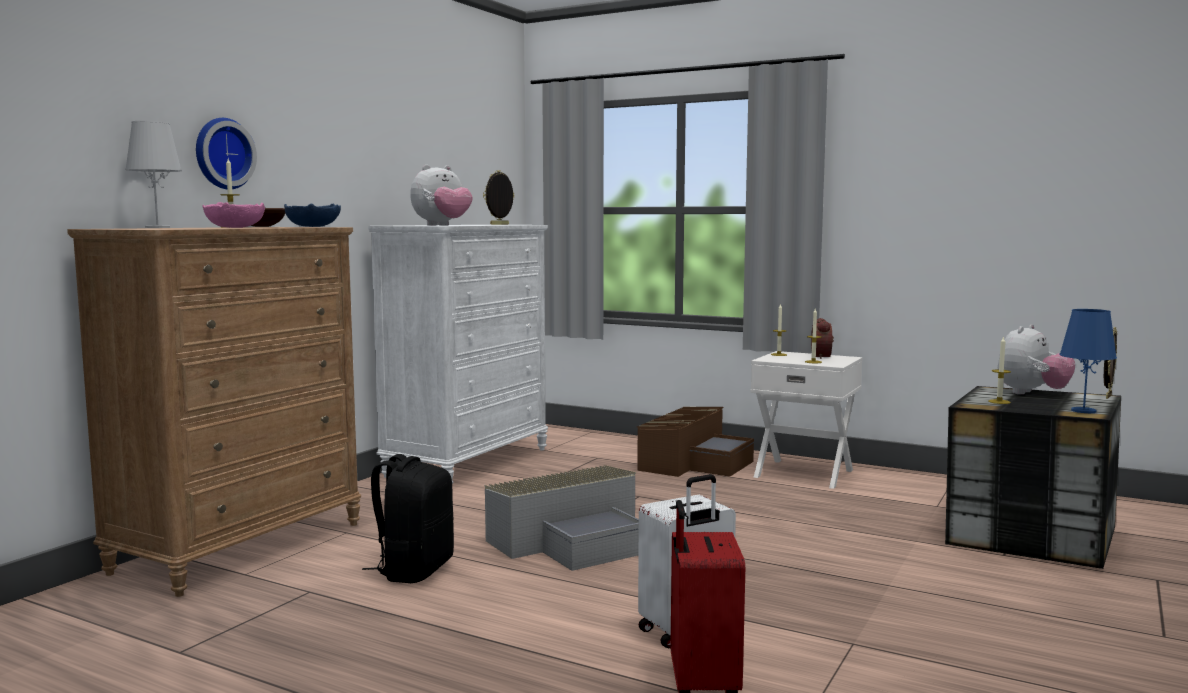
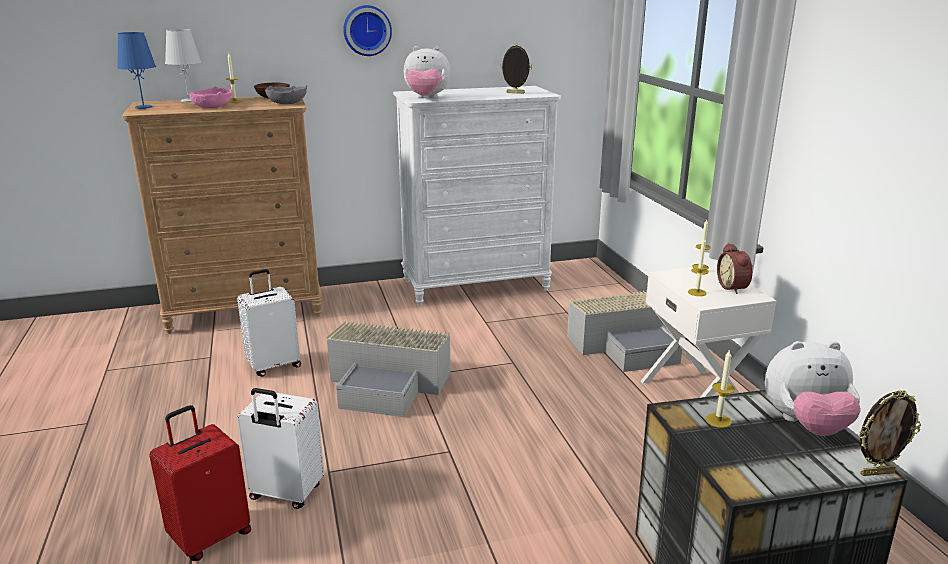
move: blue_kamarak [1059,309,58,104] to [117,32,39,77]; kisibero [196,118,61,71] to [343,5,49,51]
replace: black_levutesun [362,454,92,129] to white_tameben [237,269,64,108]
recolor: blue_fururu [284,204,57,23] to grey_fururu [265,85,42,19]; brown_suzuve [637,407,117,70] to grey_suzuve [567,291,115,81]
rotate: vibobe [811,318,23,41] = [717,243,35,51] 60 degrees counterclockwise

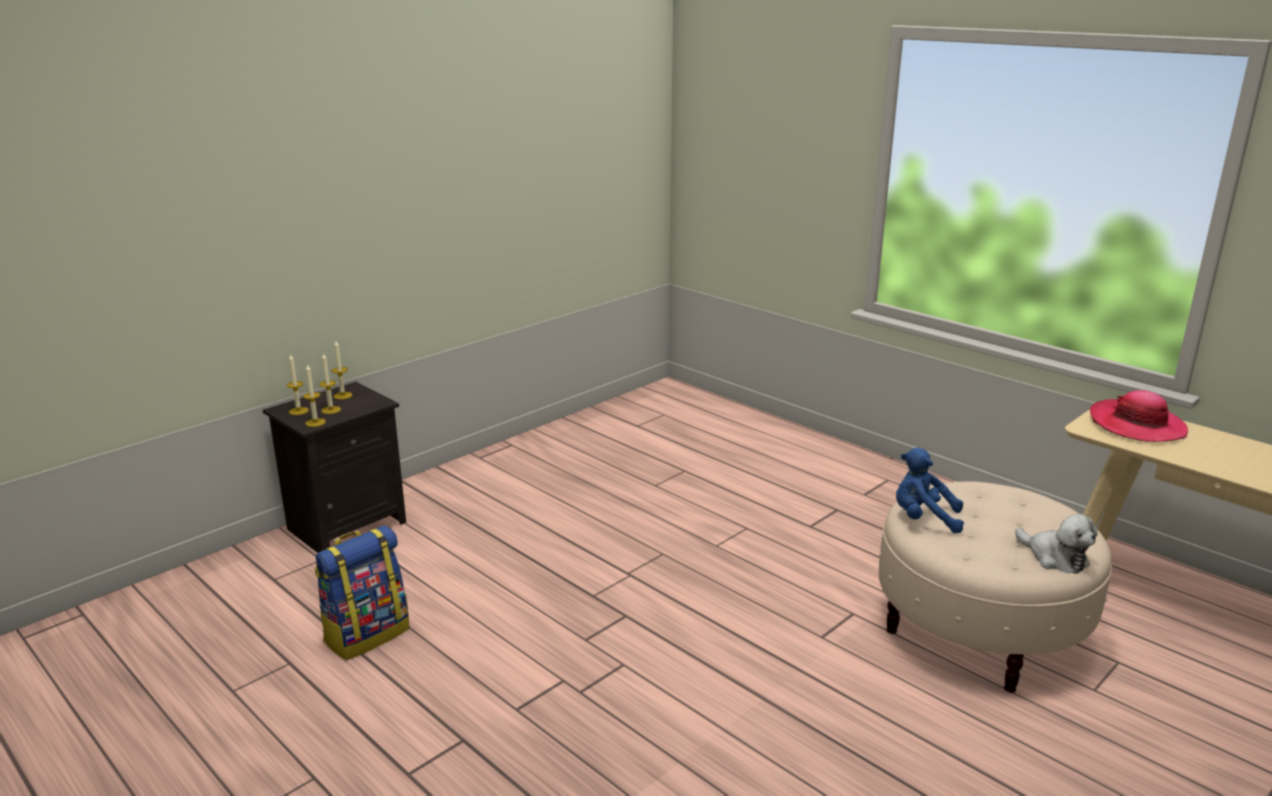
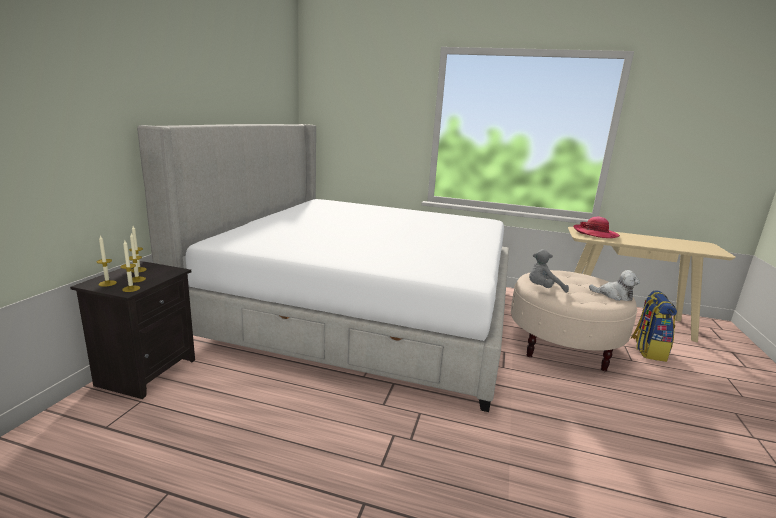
insert: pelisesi [137,124,372,288]
move: levutesun [314,525,95,135] to [631,290,46,72]
recolor: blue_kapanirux [896,448,68,85] to grey_kapanirux [529,249,40,44]

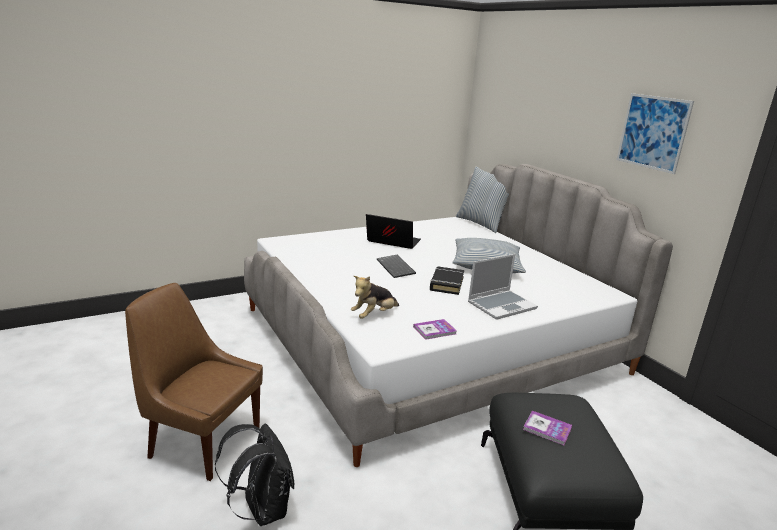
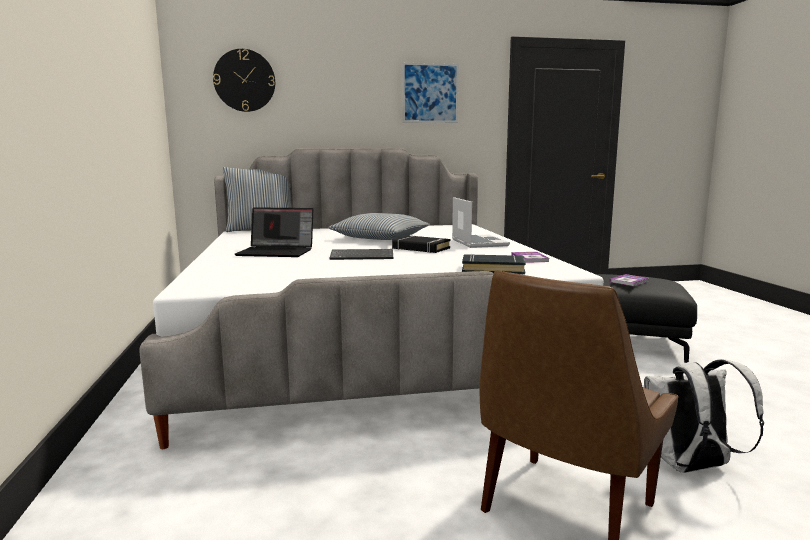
insert: kisibero [213,49,62,63]
replace: kapanirux [351,276,48,43] to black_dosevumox [462,254,64,20]
recolor: black_levutesun [215,423,79,103] to white_levutesun [644,359,120,114]
rotate: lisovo [366,214,55,35] = [235,207,78,50] 120 degrees counterclockwise

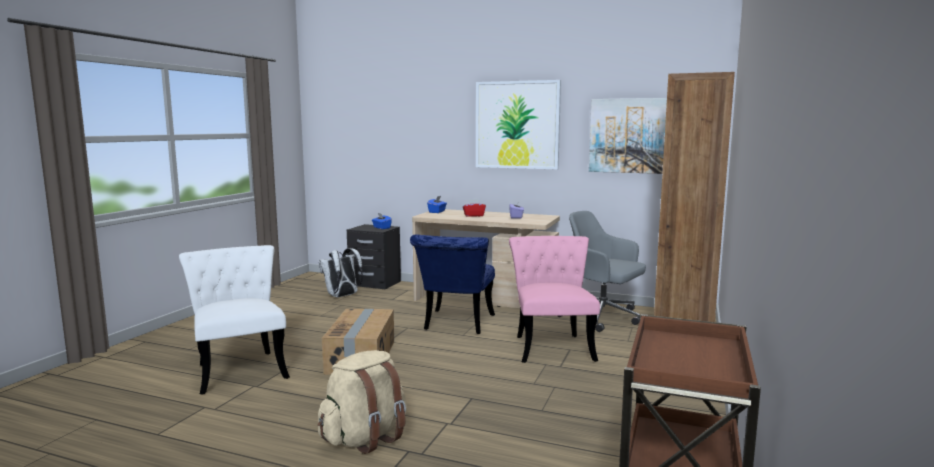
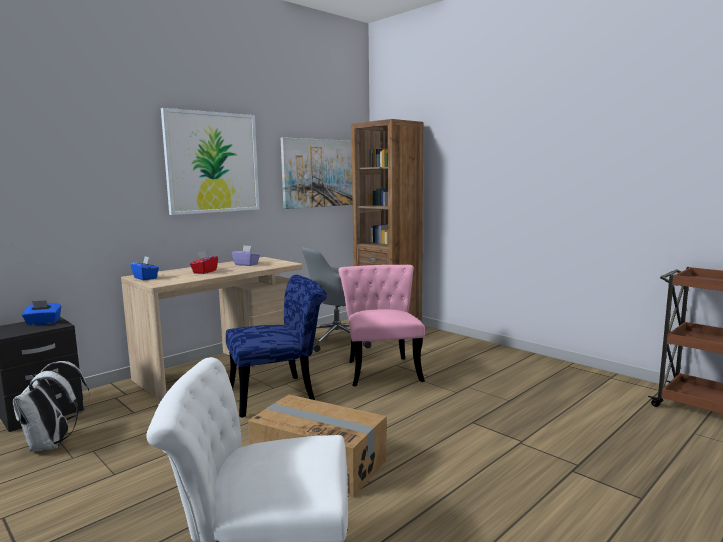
delete: beige_levutesun [318,350,89,104]
rotate: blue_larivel [410,235,85,99] = [226,275,101,143] 60 degrees counterclockwise; pink_larivel [509,236,91,127] = [338,265,87,122] 60 degrees clockwise

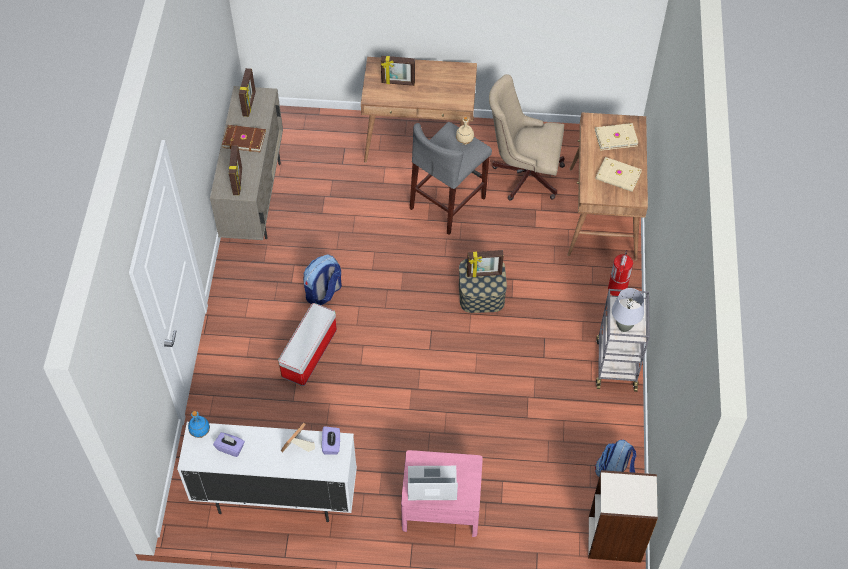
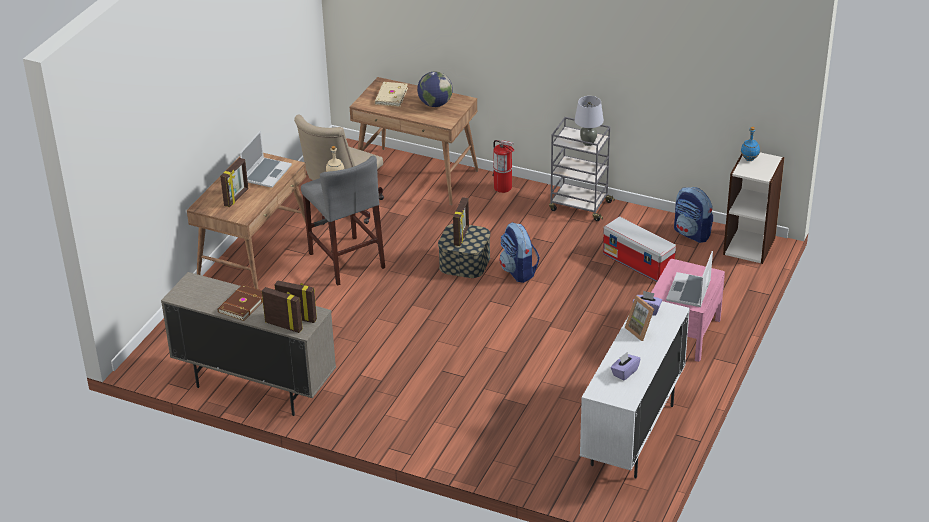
insert: lisovo [240,130,52,58]
move: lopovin [239,68,17,49] to [262,287,41,46]; levutesun [303,255,39,50] to [500,222,40,61]; suzuve [278,303,59,83] to [603,216,73,66]; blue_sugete [188,411,22,27] to [741,127,19,34]
replace: beige_dosevumox [595,157,47,35] to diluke [417,72,36,35]

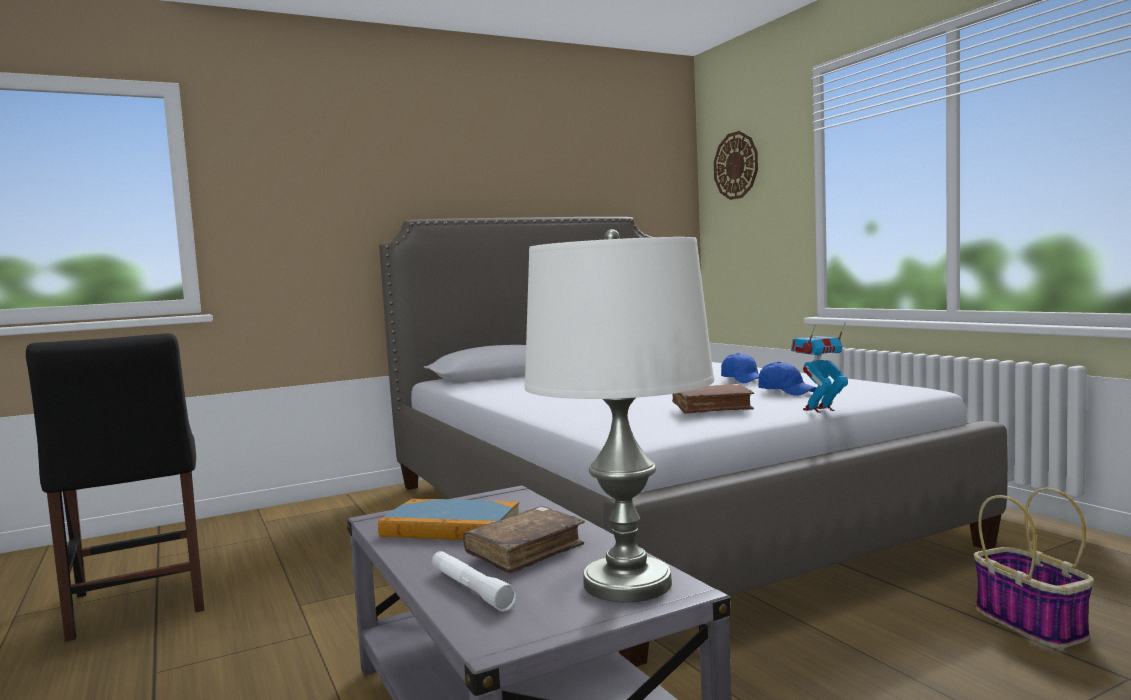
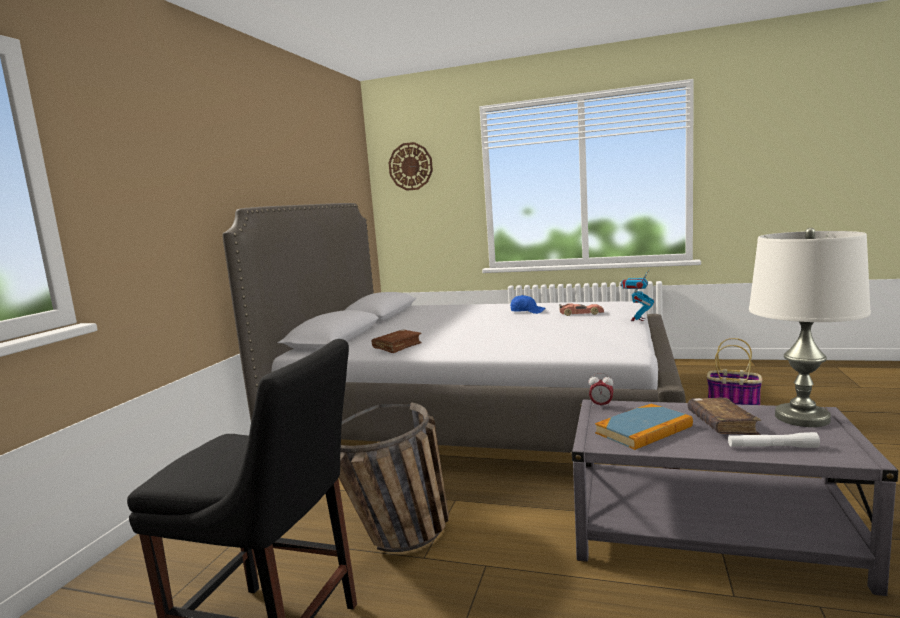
insert: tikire [339,402,110,150]; vibobe [588,373,25,35]
move: brown_dosevumox [672,384,82,30] to [372,330,50,23]
replace: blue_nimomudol [758,361,59,35] to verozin [559,303,45,13]

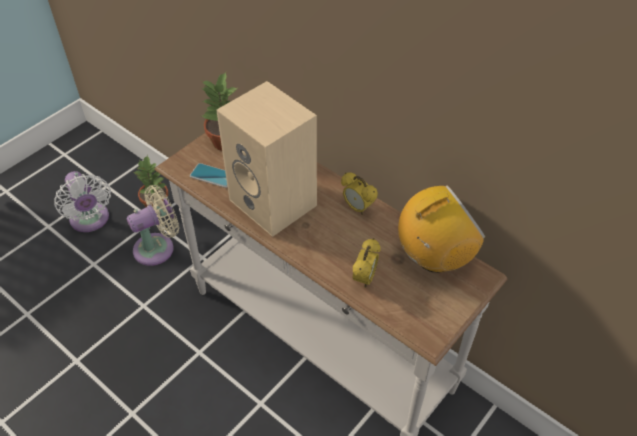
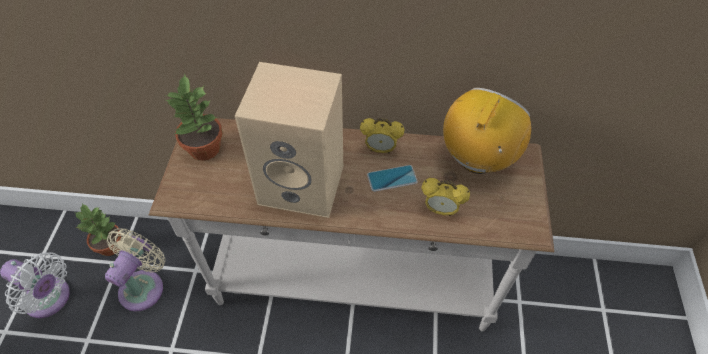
move: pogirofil [190,163,37,25] to [367,165,51,27]
rotate: vibobe [352,238,29,50] = [422,178,48,38] 120 degrees clockwise

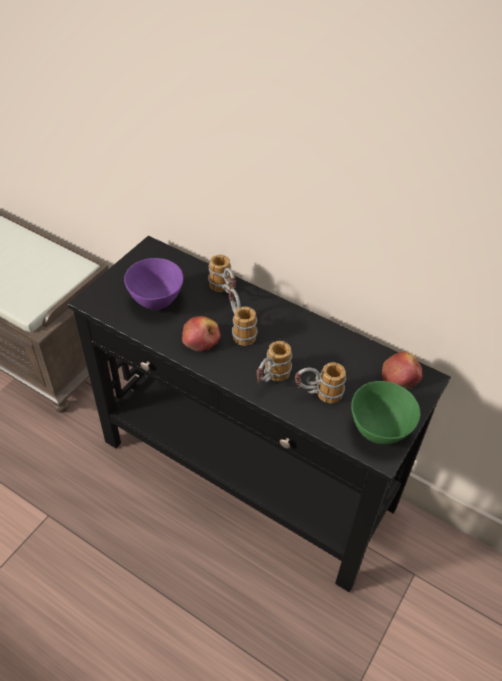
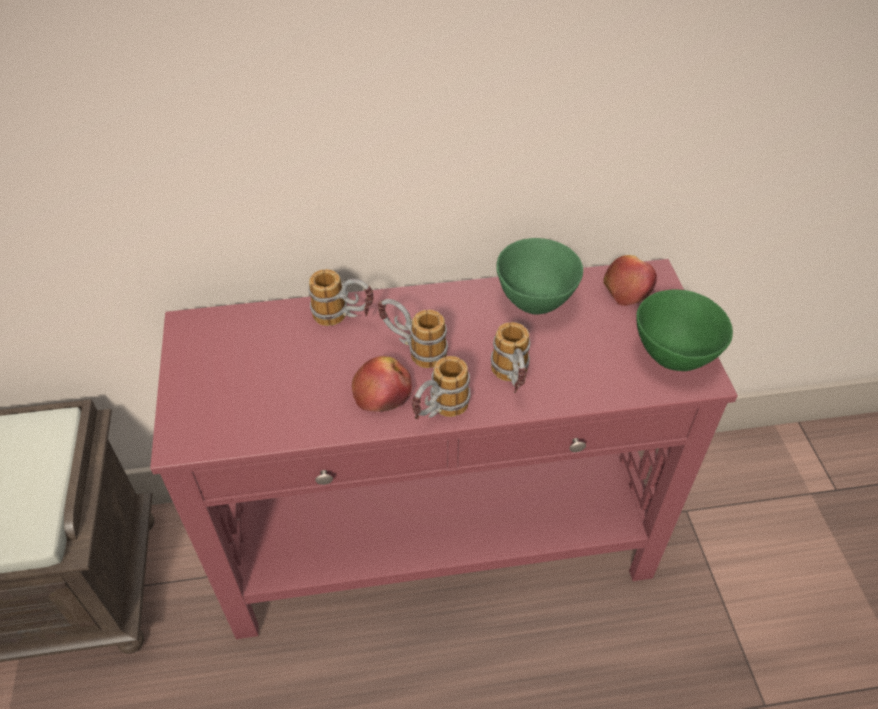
delete: purple_fururu [124,258,59,52]
insert: green_fururu [496,238,87,77]
move: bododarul [295,362,51,42] to [412,356,59,63]
recolor: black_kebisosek [68,236,383,356] to red_kebisosek [150,259,588,380]

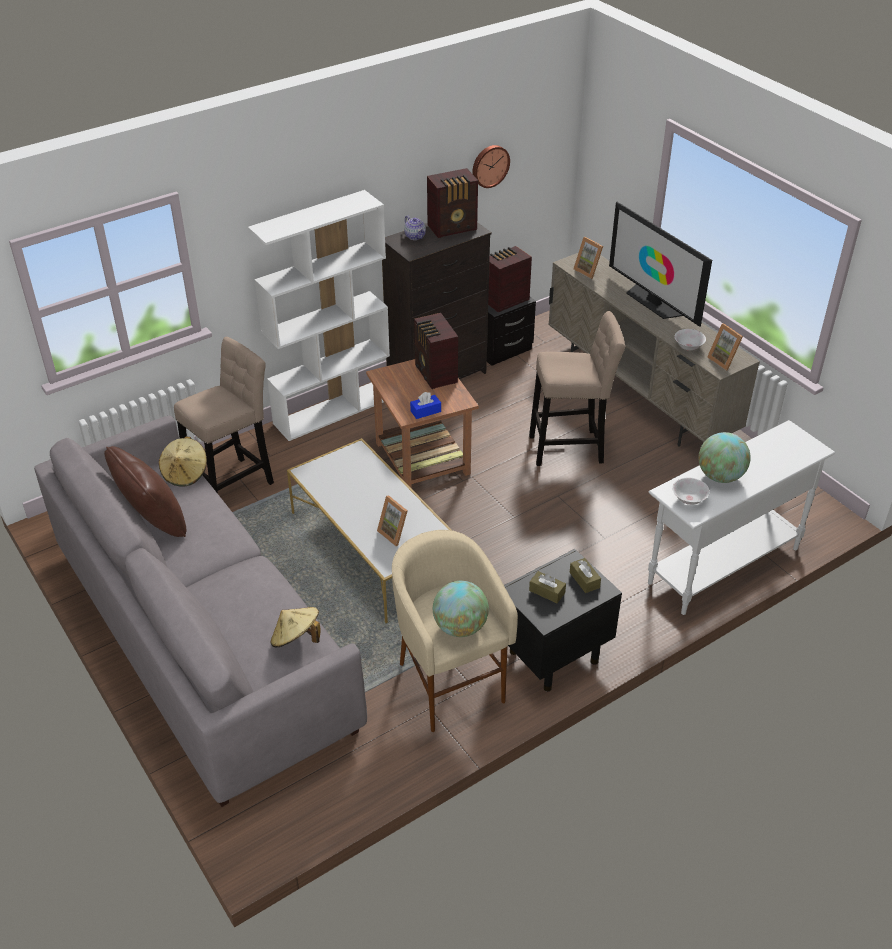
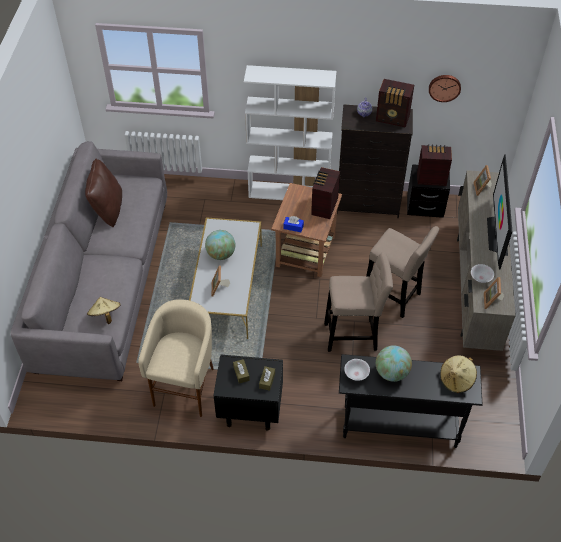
move: diluke [433,581,56,56] to [205,230,30,30]; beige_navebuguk [174,337,100,157] to [324,252,69,100]; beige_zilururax [159,437,48,50] to [440,355,37,38]
recolor: white_kebisosek [648,420,187,195] to black_kebisosek [339,354,143,94]

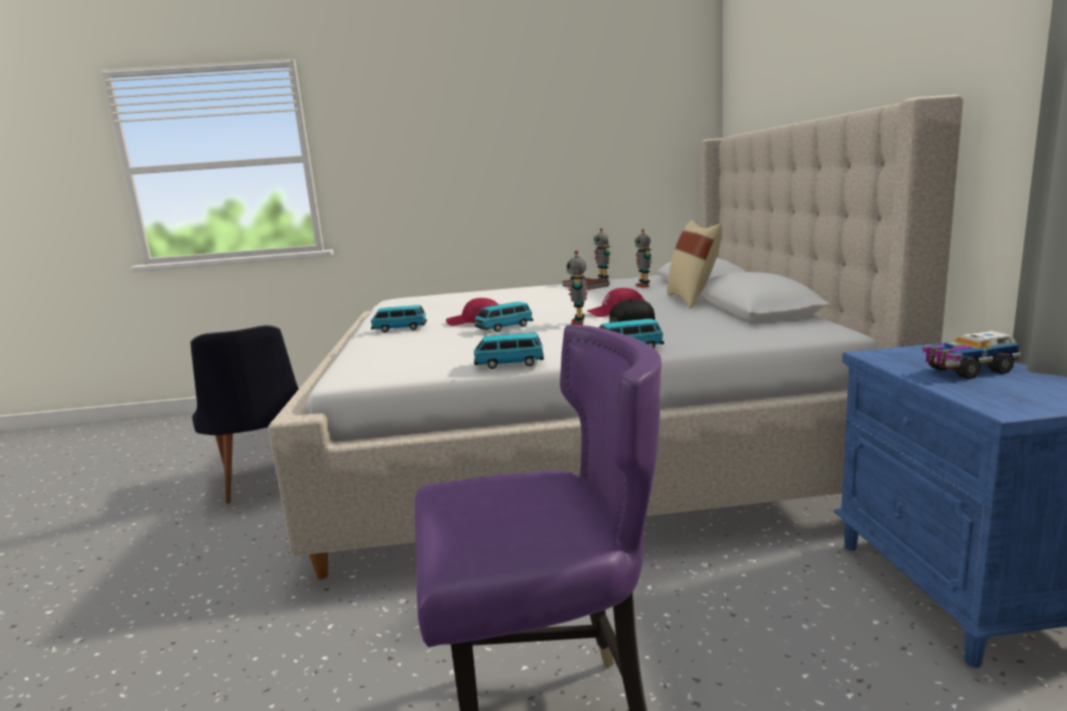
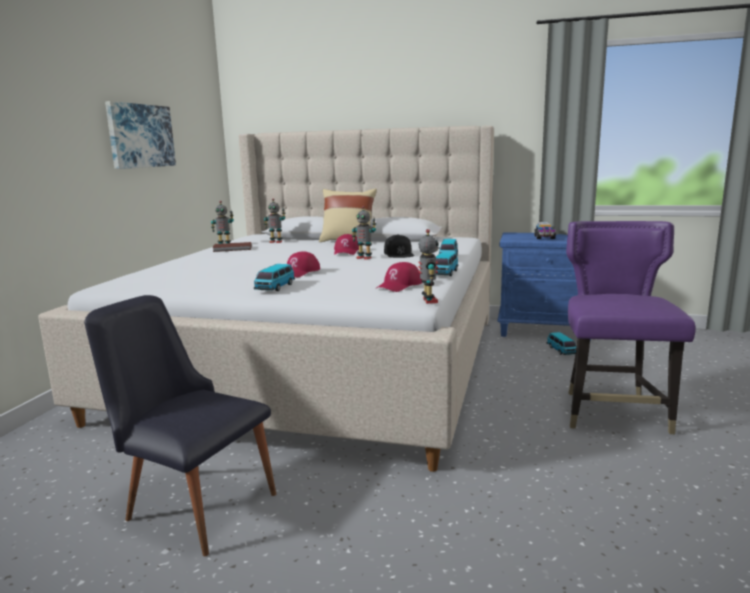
insert: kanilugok [105,101,71,68]; red_nimomudol [377,262,46,30]; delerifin [418,229,21,75]
move: verozin [475,302,58,30] to [547,332,30,23]
rotate: black_larivel [191,325,108,179] = [84,295,192,261] 150 degrees counterclockwise

